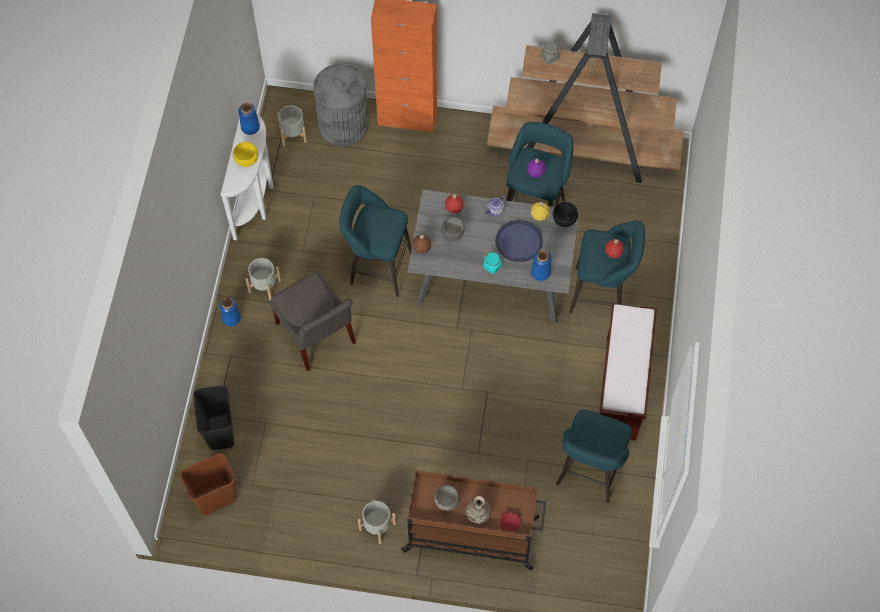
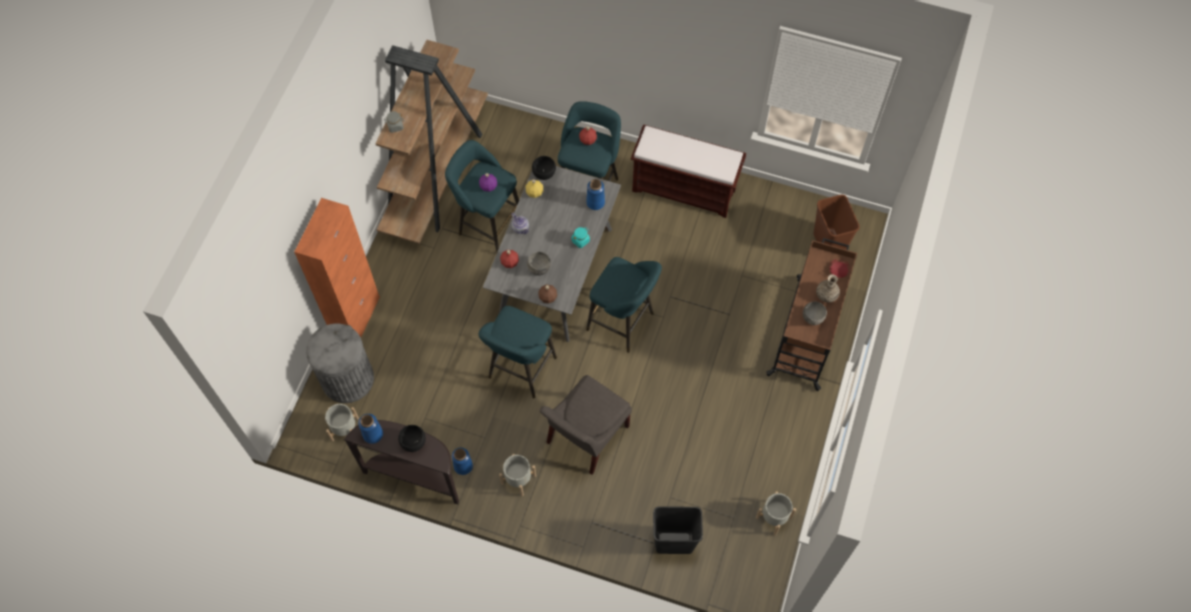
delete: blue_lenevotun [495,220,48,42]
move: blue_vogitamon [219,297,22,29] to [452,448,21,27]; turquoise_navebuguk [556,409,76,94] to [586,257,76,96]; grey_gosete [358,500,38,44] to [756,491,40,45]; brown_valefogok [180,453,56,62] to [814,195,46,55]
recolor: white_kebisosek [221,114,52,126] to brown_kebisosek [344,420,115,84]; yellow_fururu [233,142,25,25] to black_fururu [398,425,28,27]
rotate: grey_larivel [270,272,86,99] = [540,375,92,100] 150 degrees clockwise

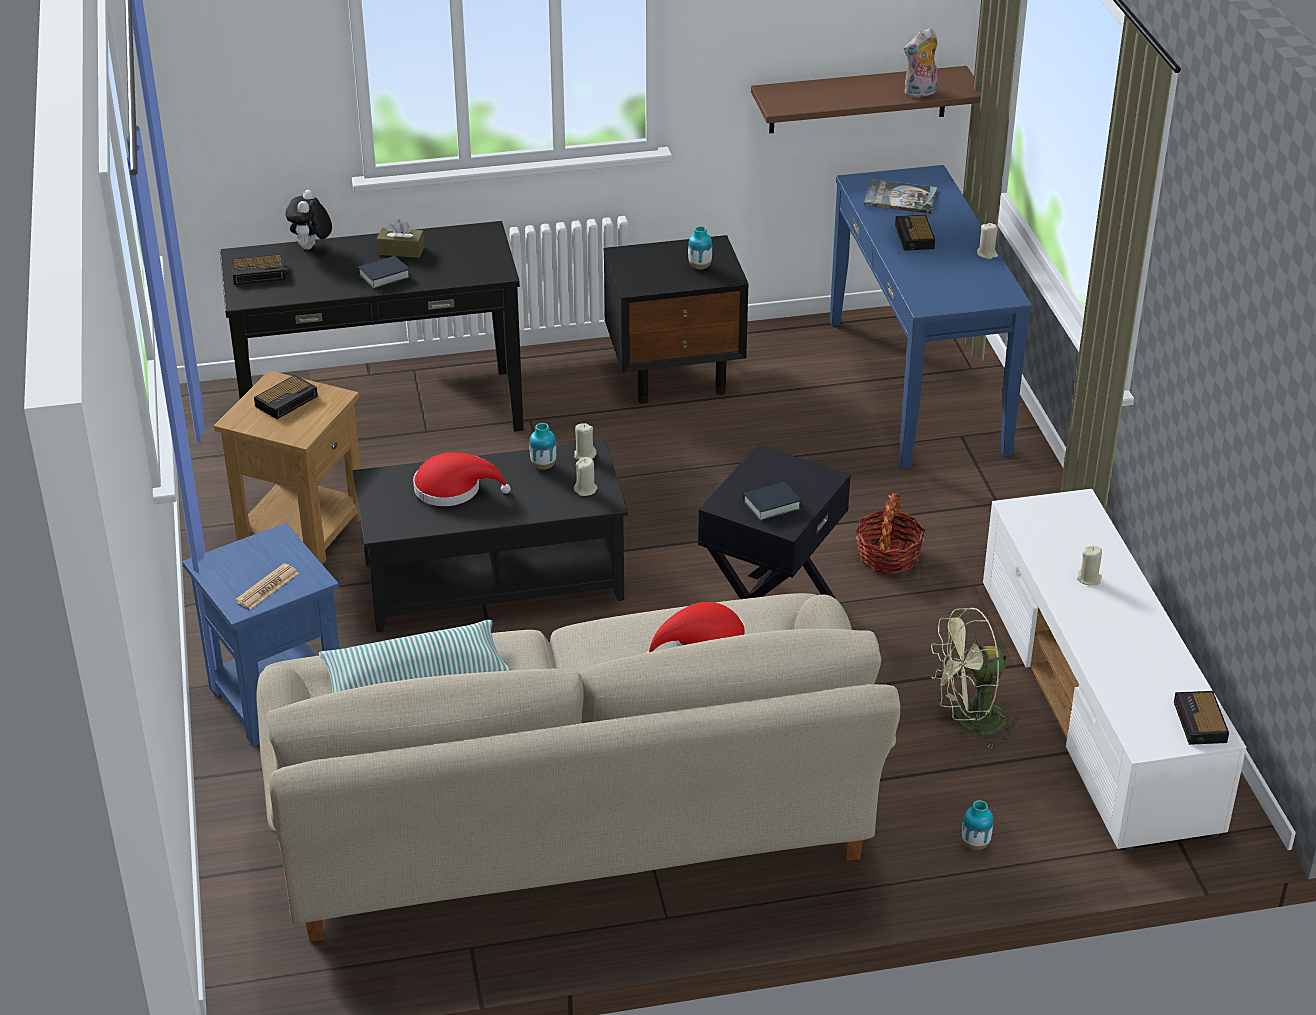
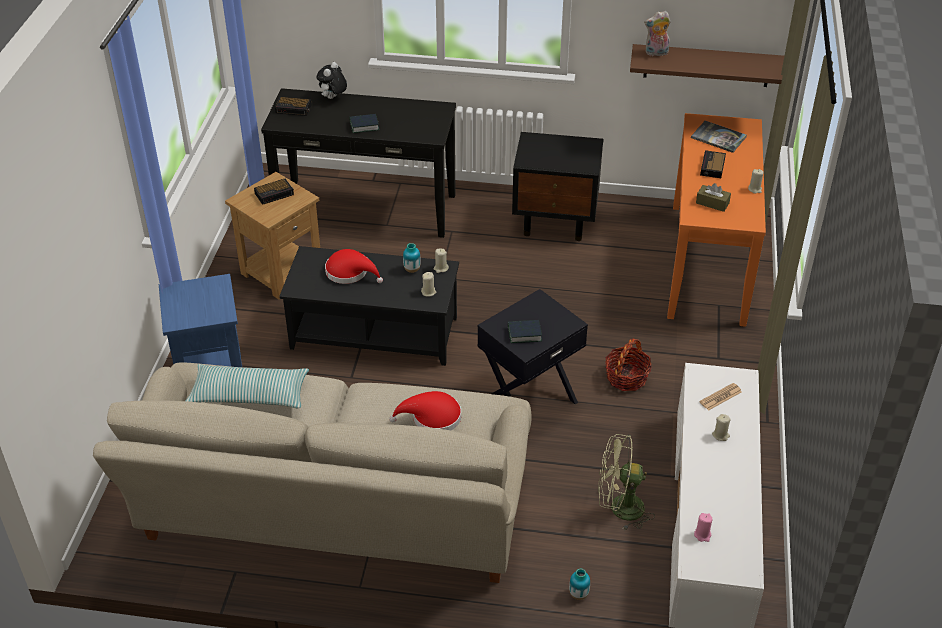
delete: vogitamon [688,226,24,44]; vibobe [1174,691,55,54]
insert: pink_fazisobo [694,513,19,29]
move: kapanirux [904,28,34,70] to [644,11,27,45]; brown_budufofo [377,219,48,39] to [696,183,35,29]; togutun [235,564,64,45] to [699,383,43,28]
recolor: blue_kebisosek [830,165,202,304] to orange_kebisosek [667,113,99,214]

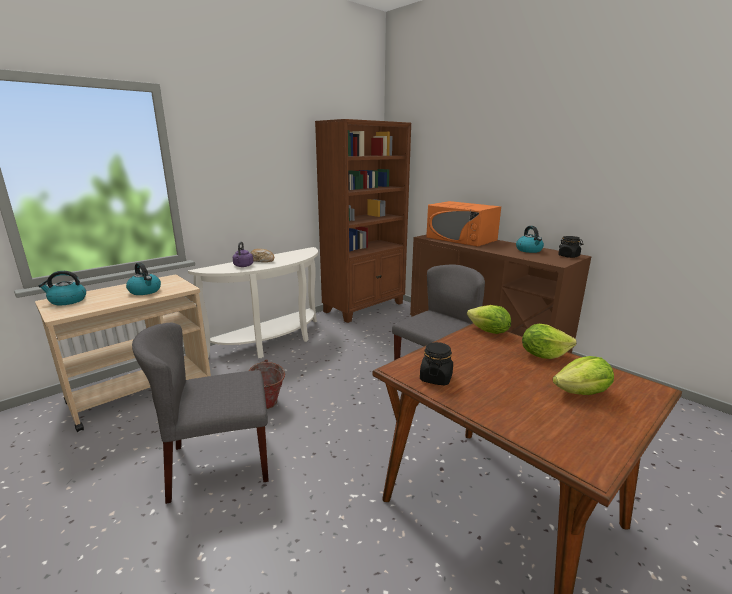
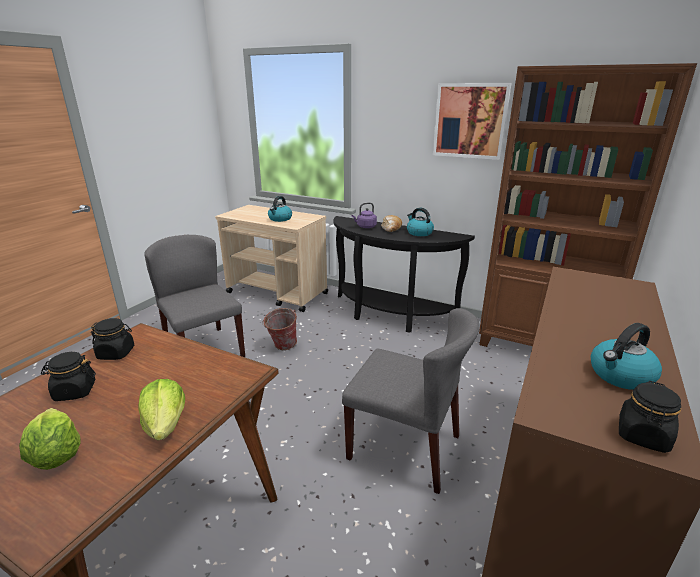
delete: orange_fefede [426,201,75,46]; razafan [467,305,44,29]
insert: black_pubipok [41,352,55,49]; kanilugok [433,83,78,77]
move: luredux [38,271,48,34] to [407,208,27,28]
recolor: white_kebisosek [188,247,130,111] to black_kebisosek [333,216,142,117]

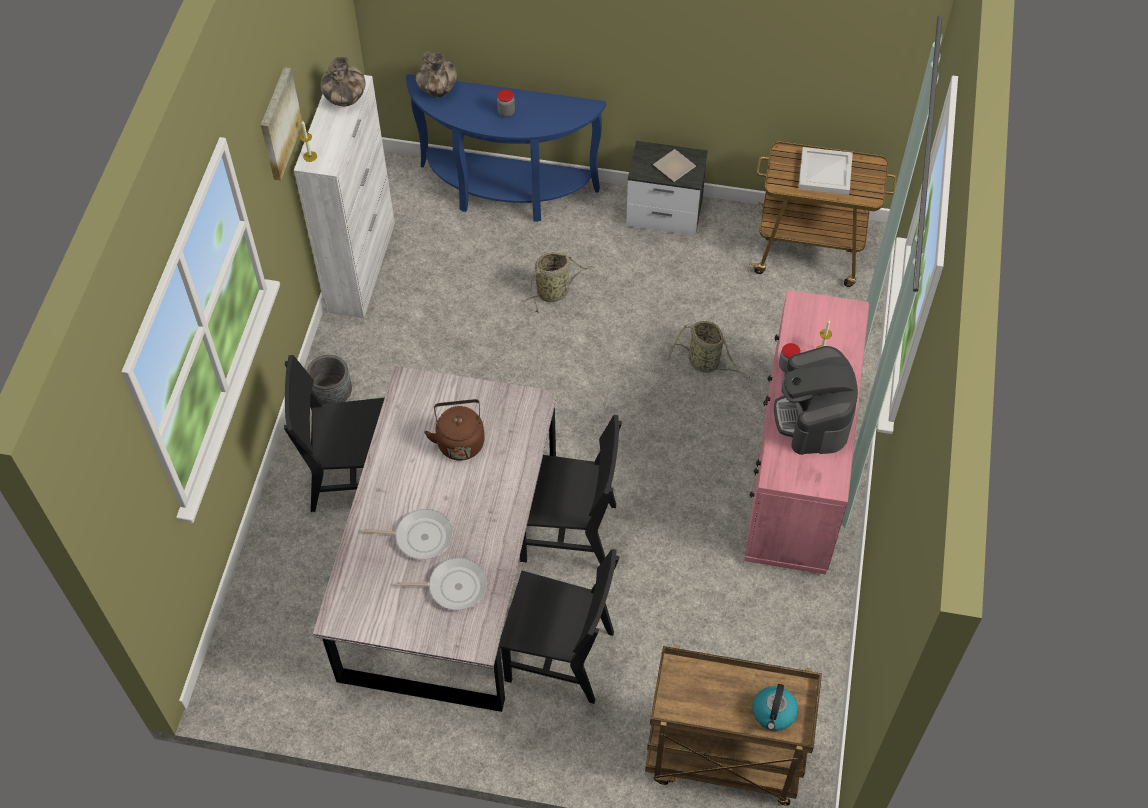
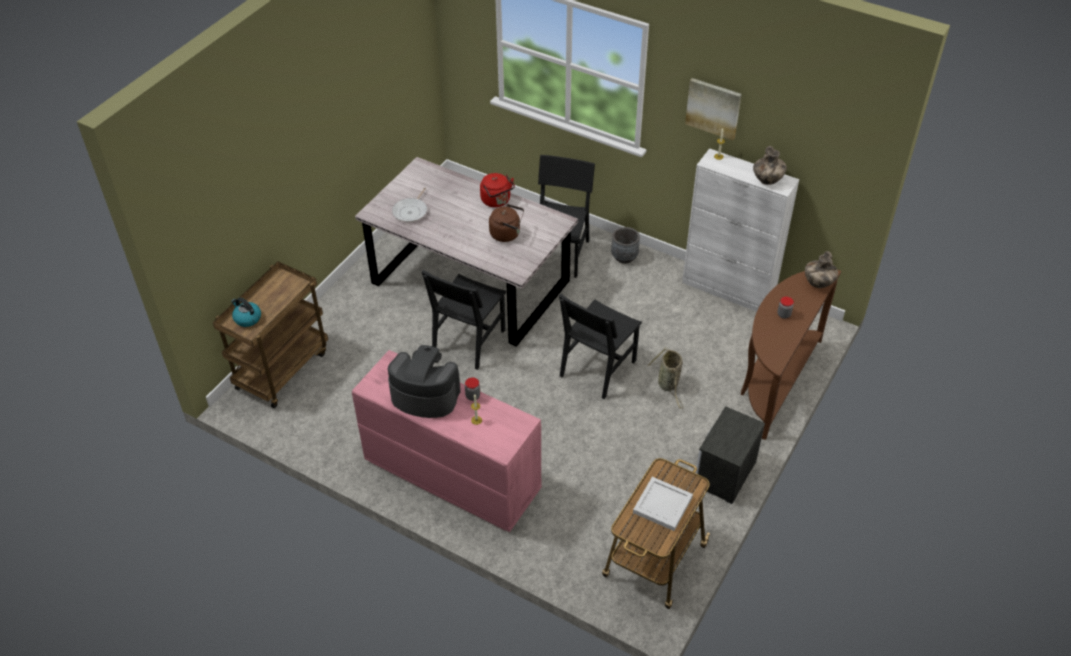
delete: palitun [364,509,89,51]; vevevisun [653,149,43,33]; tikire [668,321,82,58]
insert: red_luredux [480,173,35,34]
move: black_larivel [500,549,120,155] to [559,294,83,105]
recolor: blue_kebisosek [406,74,200,148] to brown_kebisosek [741,270,100,170]

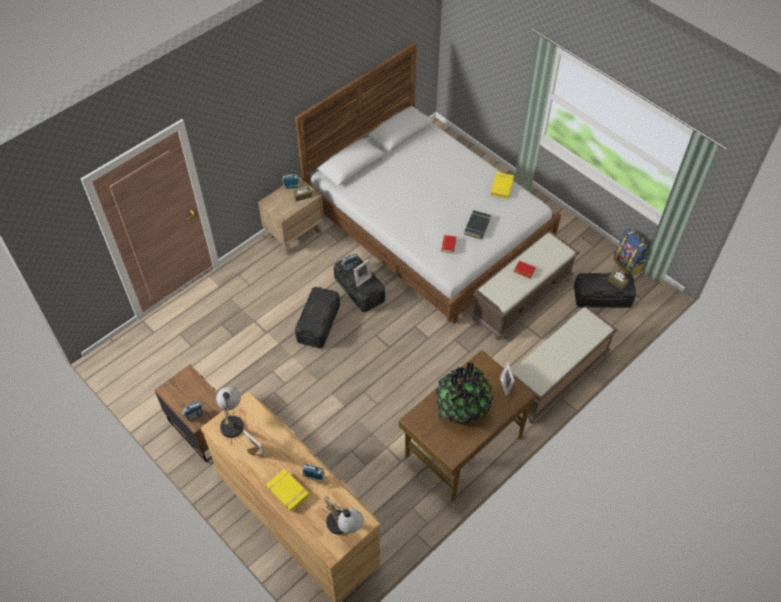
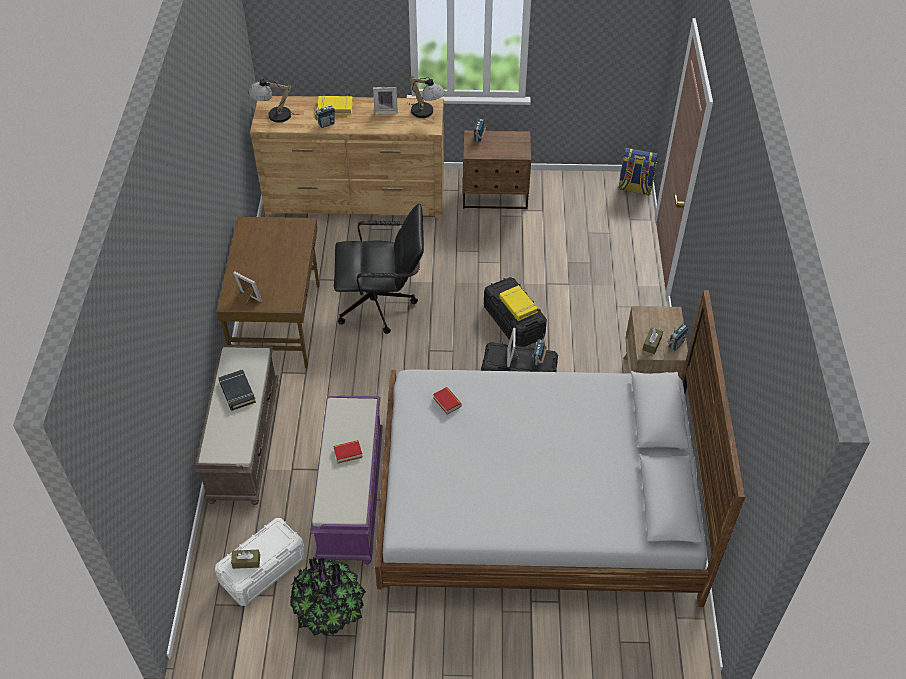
insert: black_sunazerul [334,204,90,130]
move: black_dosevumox [464,210,27,29] to [218,369,38,42]; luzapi [436,362,58,63] to [290,557,76,79]; yellow_dosevumox [490,172,24,27] to [499,285,39,36]; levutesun [613,229,35,46] to [618,148,40,48]
recolor: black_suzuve [574,272,62,36] to white_suzuve [215,518,90,88]; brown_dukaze [470,230,109,110] to purple_dukaze [310,396,73,168]

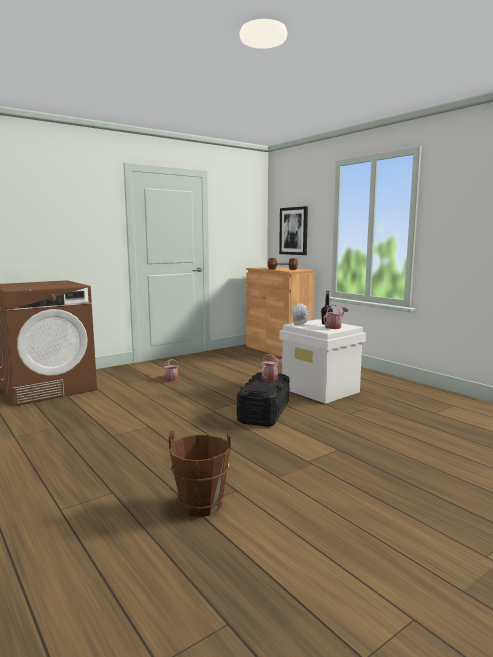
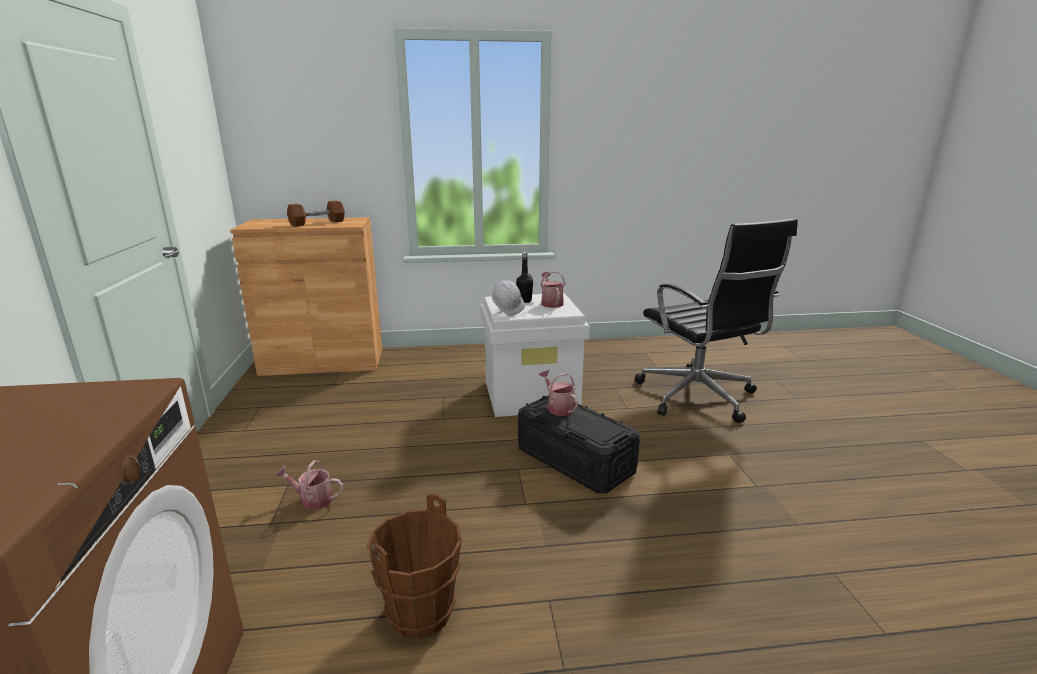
delete: kanilugok [279,206,29,49]
insert: black_sunazerul [635,219,163,204]
move: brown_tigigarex [169,430,62,87] to [367,494,95,145]

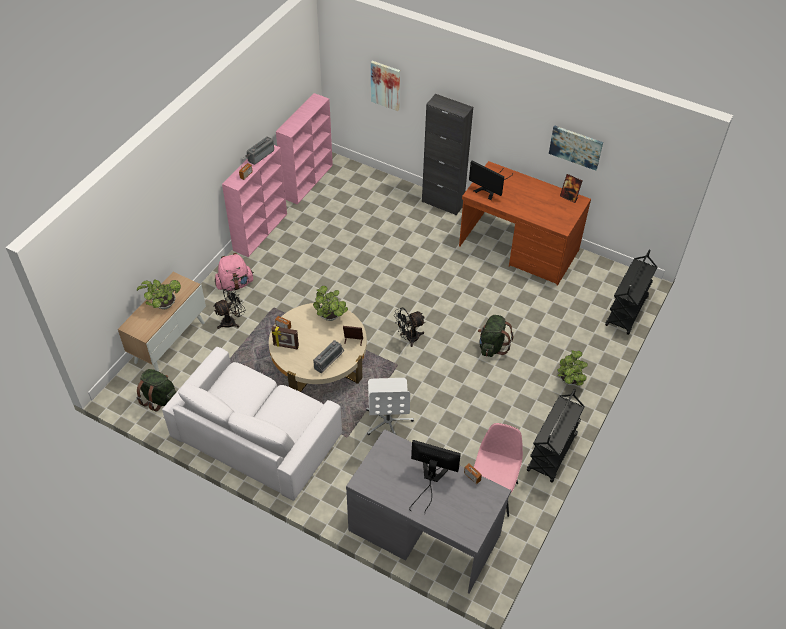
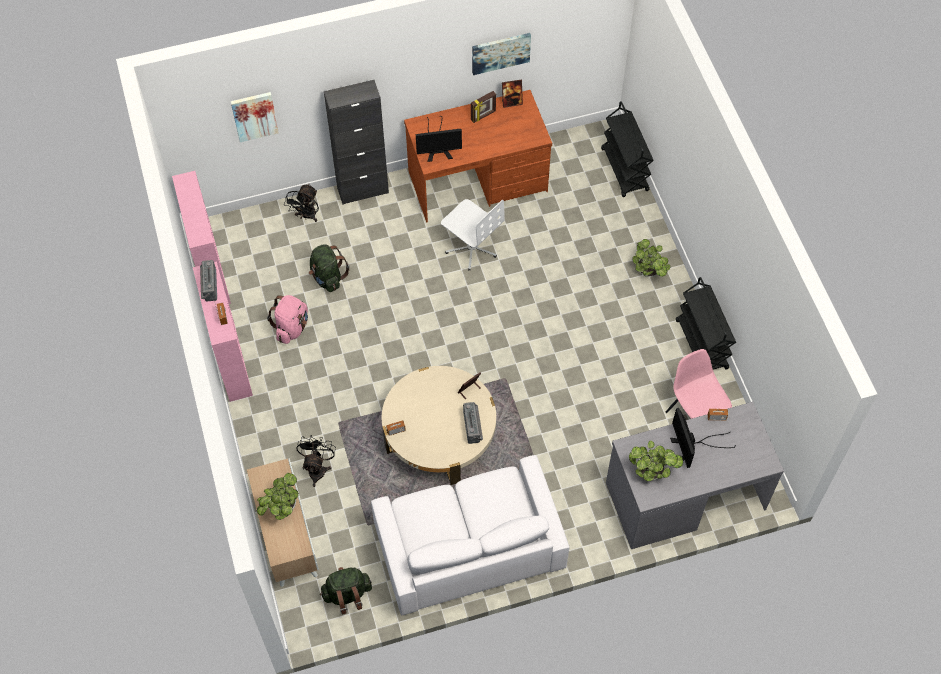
move: pink_levutesun [215,253,39,38] to [267,295,41,49]; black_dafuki [394,308,31,39] to [284,184,35,38]; green_levutesun [478,315,35,42] to [309,244,40,48]; white_sunazerul [366,378,48,57] to [441,199,64,71]; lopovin [271,326,28,24] to [471,91,25,32]; luzapi [313,286,35,35] to [629,441,54,40]
rotate: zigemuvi [409,440,52,71] = [670,408,66,60] 75 degrees counterclockwise

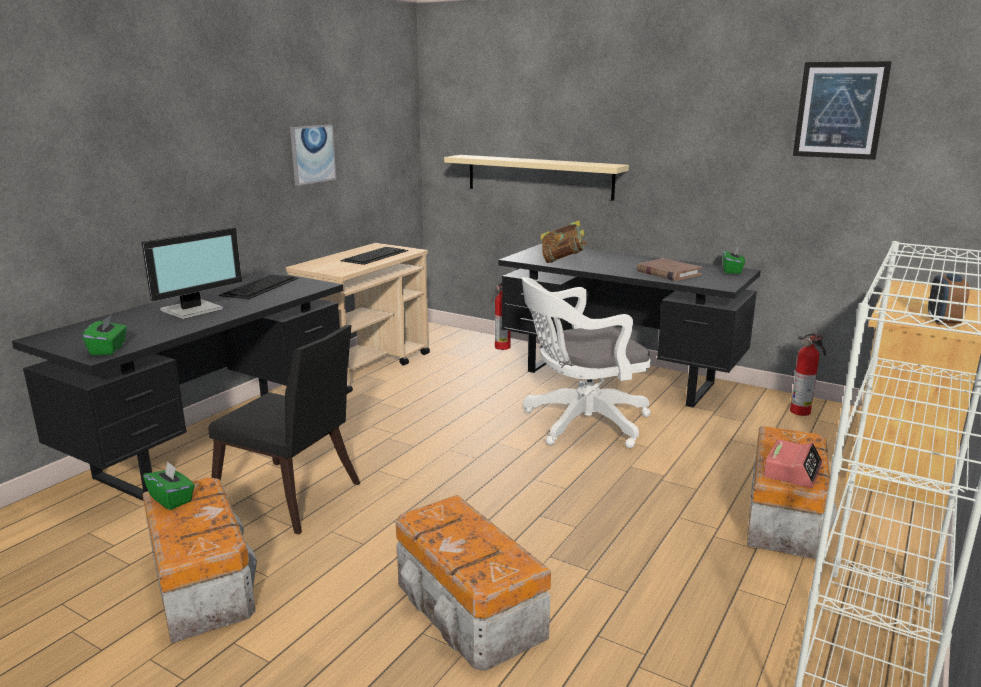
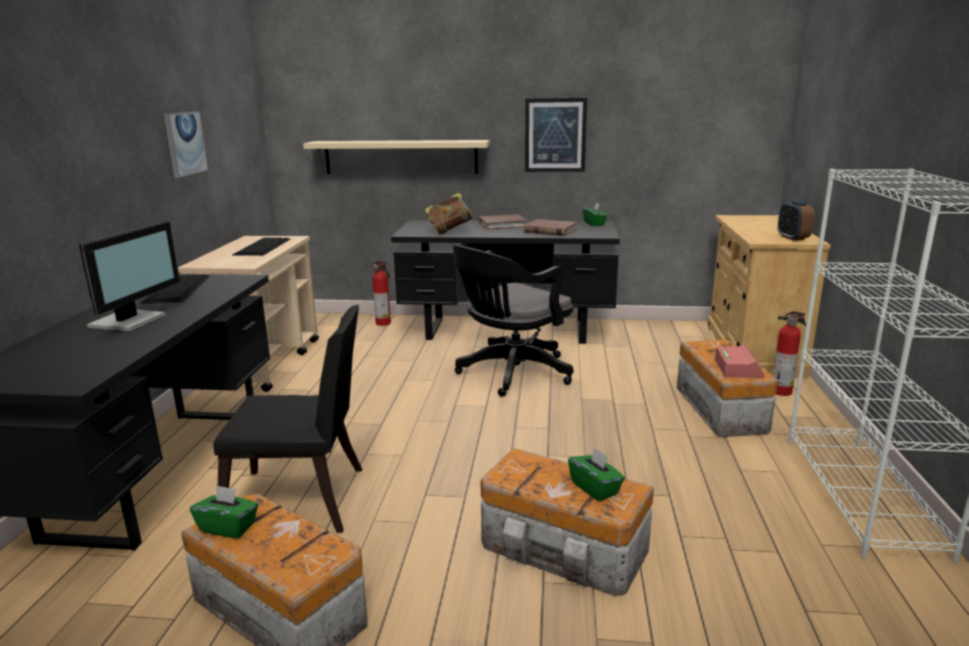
insert: brown_dosevumox [479,214,48,16]
move: kanilugok [793,61,99,99] to [525,98,62,74]; green_budufofo [82,314,45,41] to [568,448,57,53]; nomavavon [790,333,36,83] to [773,311,33,85]
recolor: white_sunazerul [522,277,129,171] to black_sunazerul [453,245,120,152]

